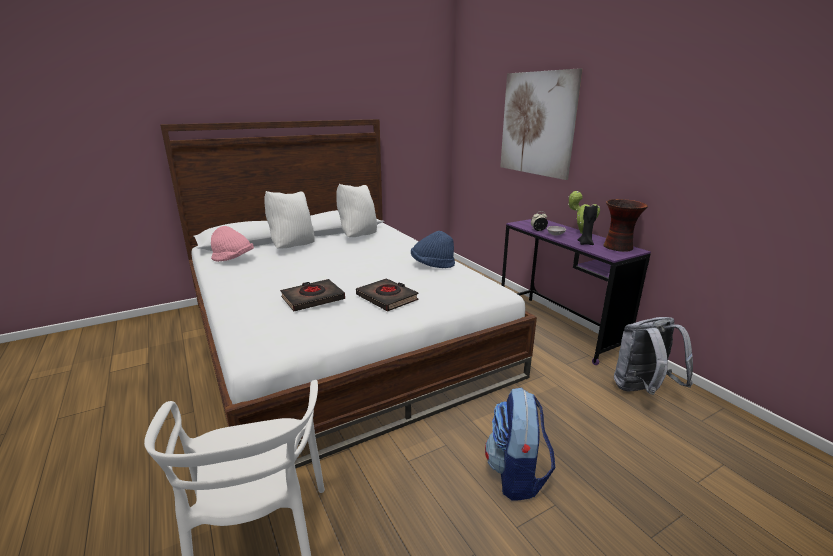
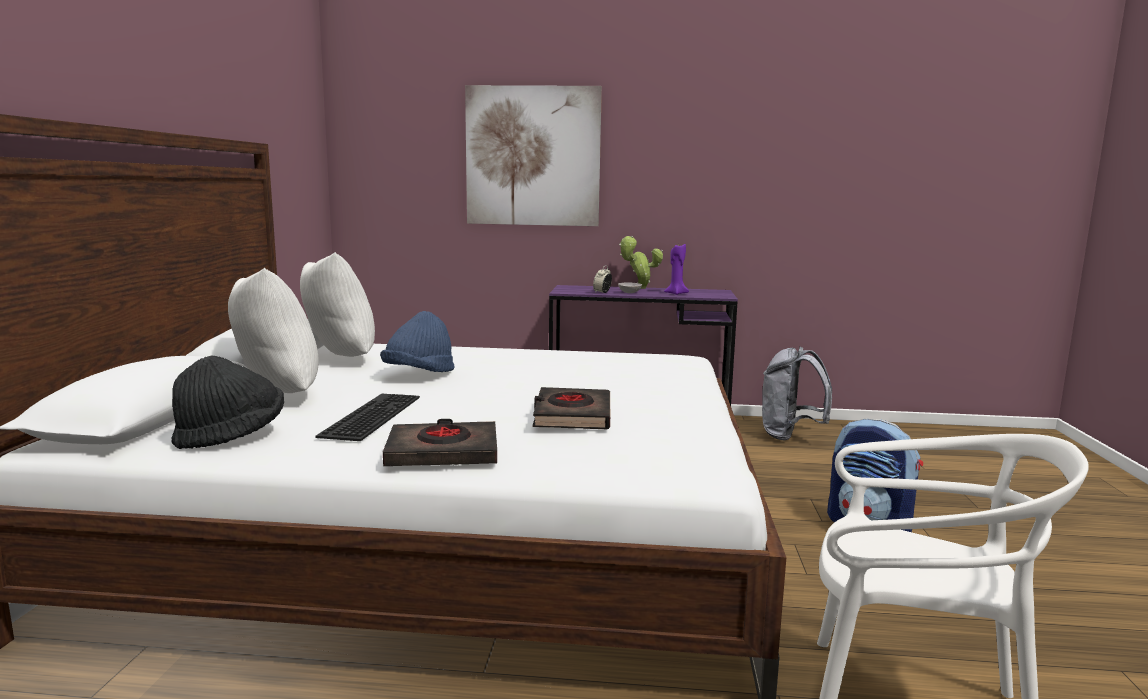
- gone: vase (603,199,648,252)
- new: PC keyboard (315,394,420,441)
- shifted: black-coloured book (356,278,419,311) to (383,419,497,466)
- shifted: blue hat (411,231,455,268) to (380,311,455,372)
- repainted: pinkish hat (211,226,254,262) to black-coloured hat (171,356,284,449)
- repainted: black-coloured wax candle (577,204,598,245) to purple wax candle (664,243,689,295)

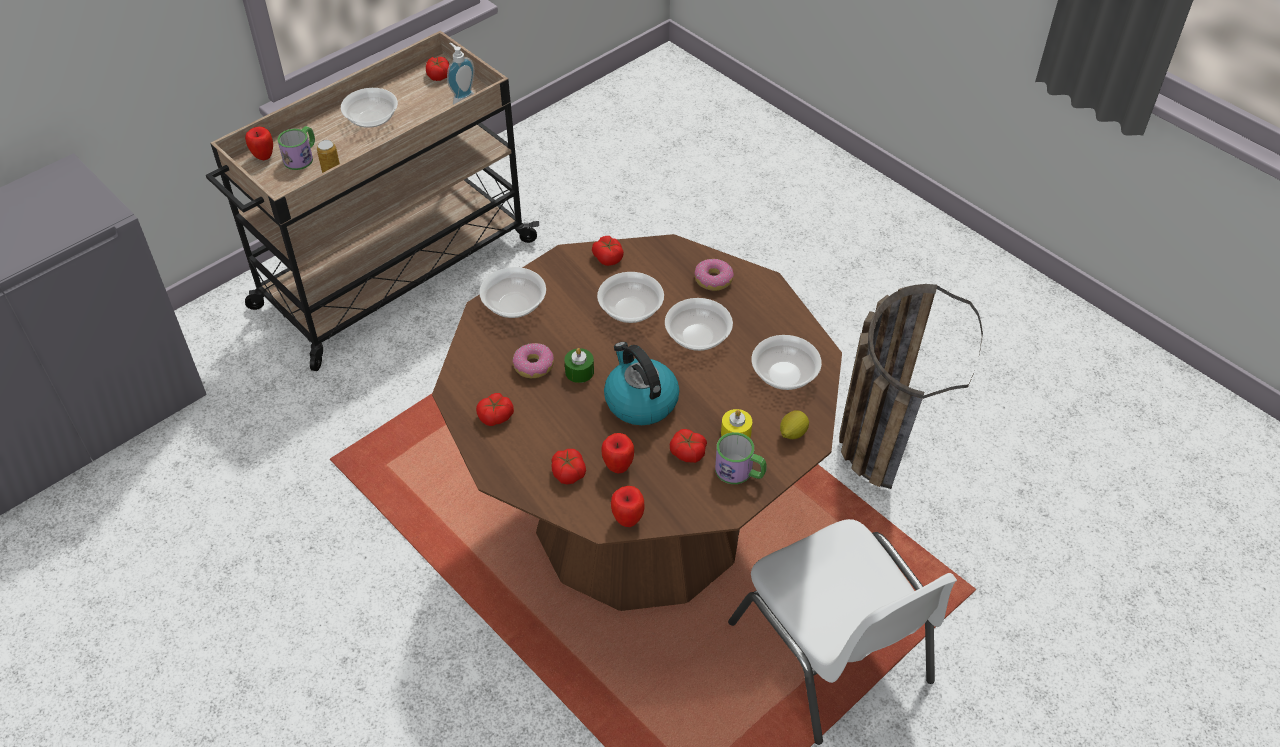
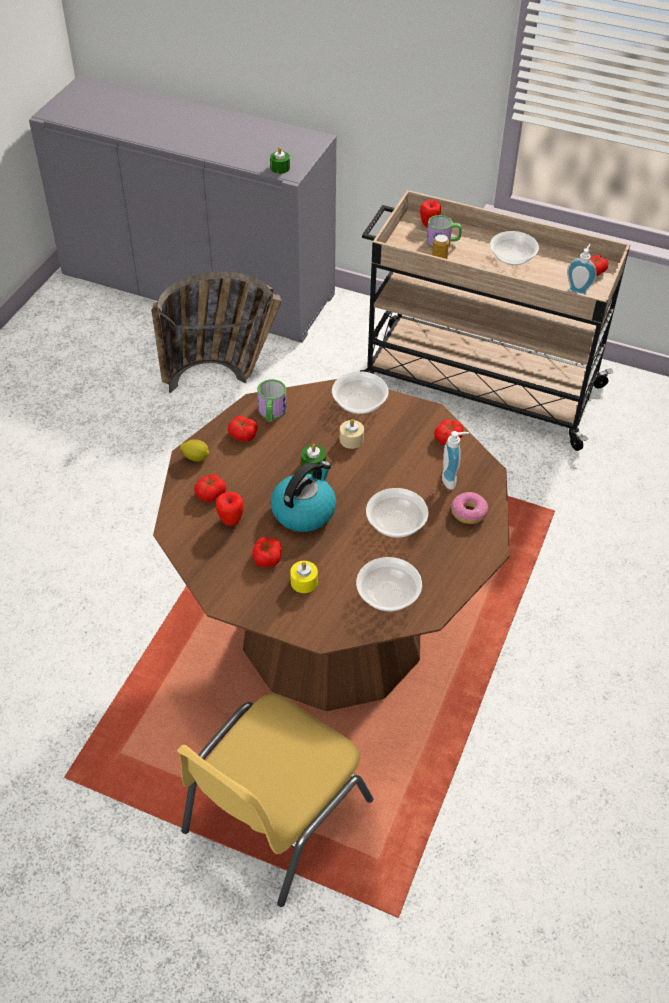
- gone: doughnut (513,343,554,378)
- gone: bowl (597,272,664,323)
- gone: apple (611,486,644,527)
- new: greenish wax candle (270,147,290,174)
- new: beige wax candle (340,419,364,449)
- new: liquid soap bottle (442,431,469,490)
- shifted: tea mug (715,432,767,484) to (257,379,287,422)
- shifted: lemon (780,410,809,439) to (180,439,209,461)
- shifted: household basket (839,284,983,489) to (151,272,282,393)
- repainted: white upright chair (728,519,957,745) to yellowish upright chair (177,693,373,907)

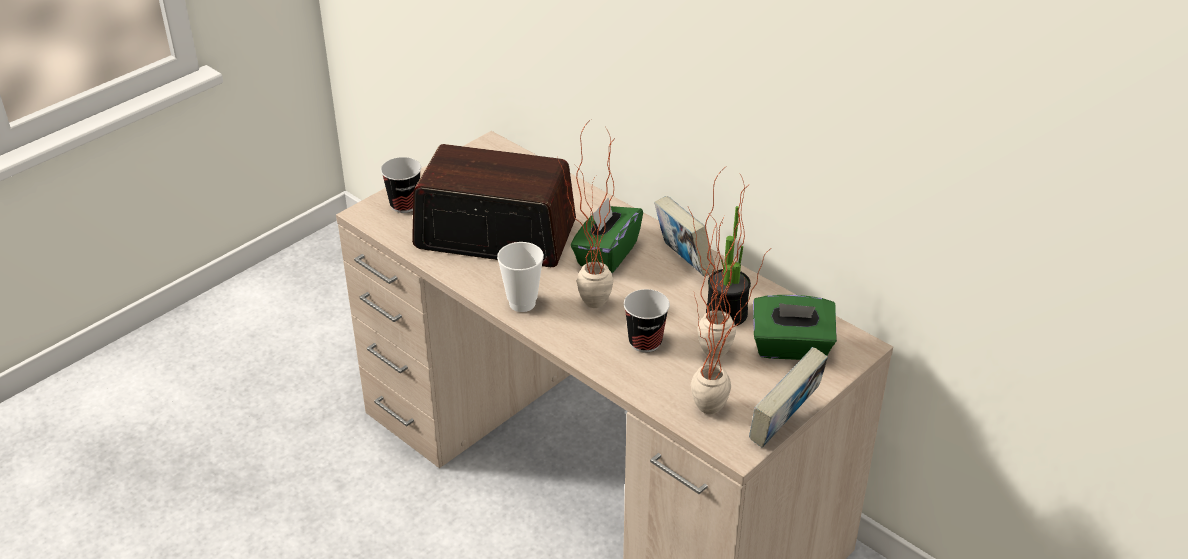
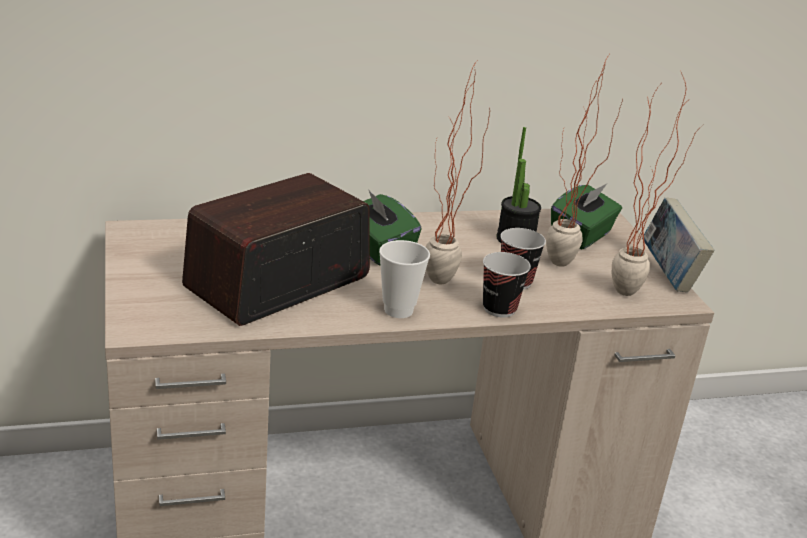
- gone: book (654,196,715,277)
- shifted: drinking cup (381,157,421,213) to (483,252,531,317)

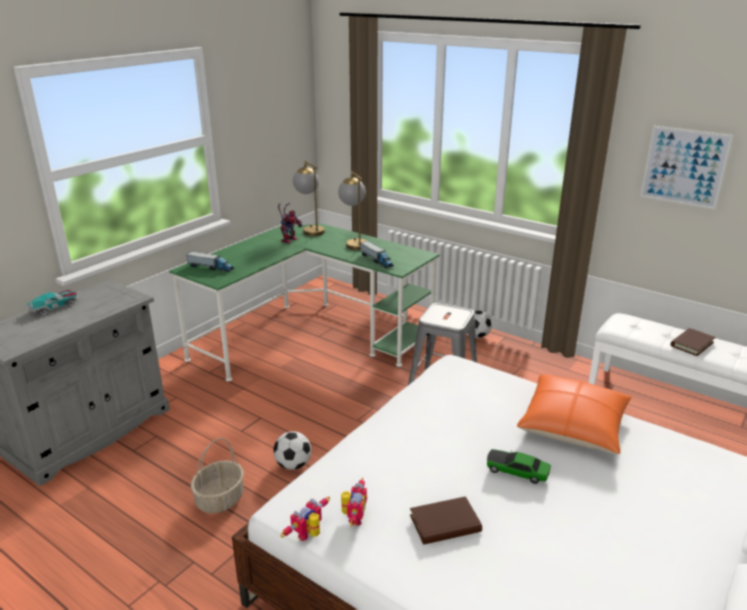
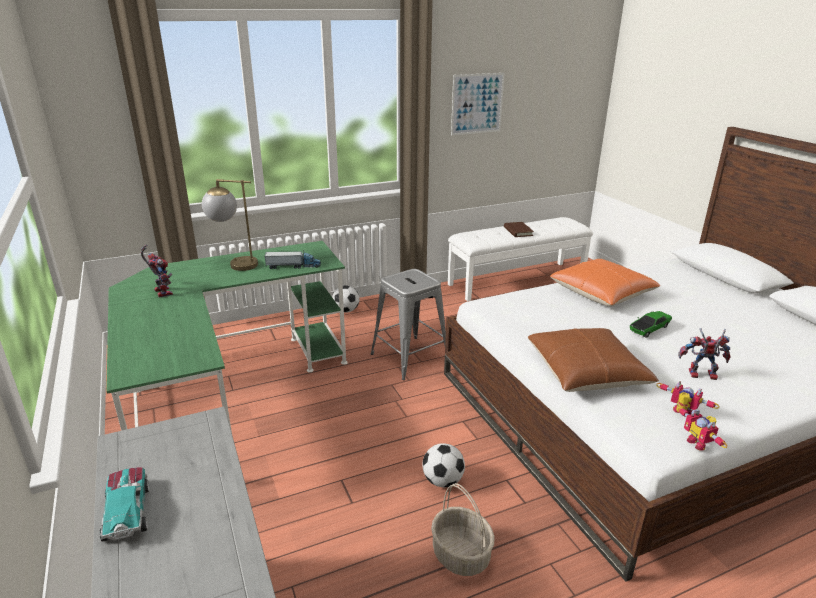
- gone: model truck (186,251,234,272)
- gone: lamp for a table (293,161,325,236)
- new: brown-coloured pillow (528,328,659,392)
- swapped: brown-coloured book (410,496,482,545) to robot figure (678,328,730,380)

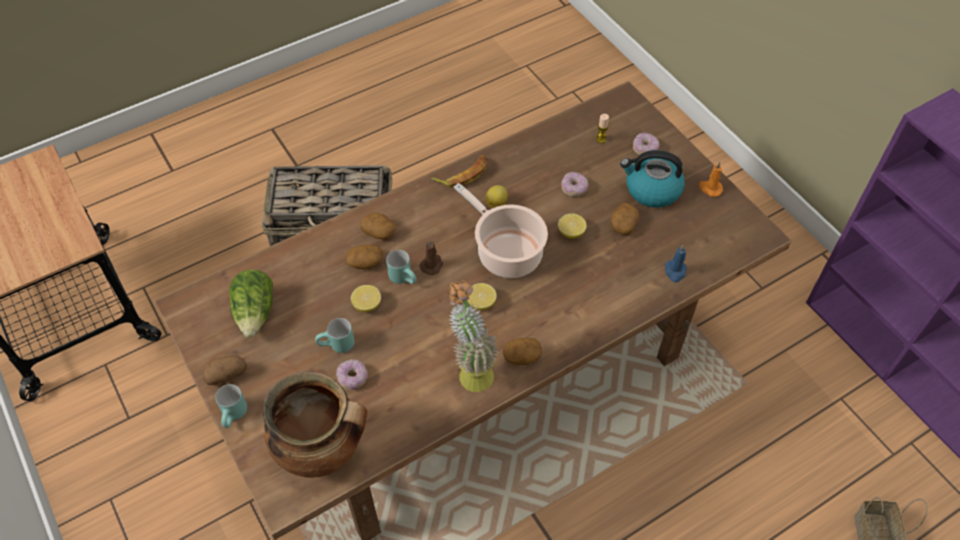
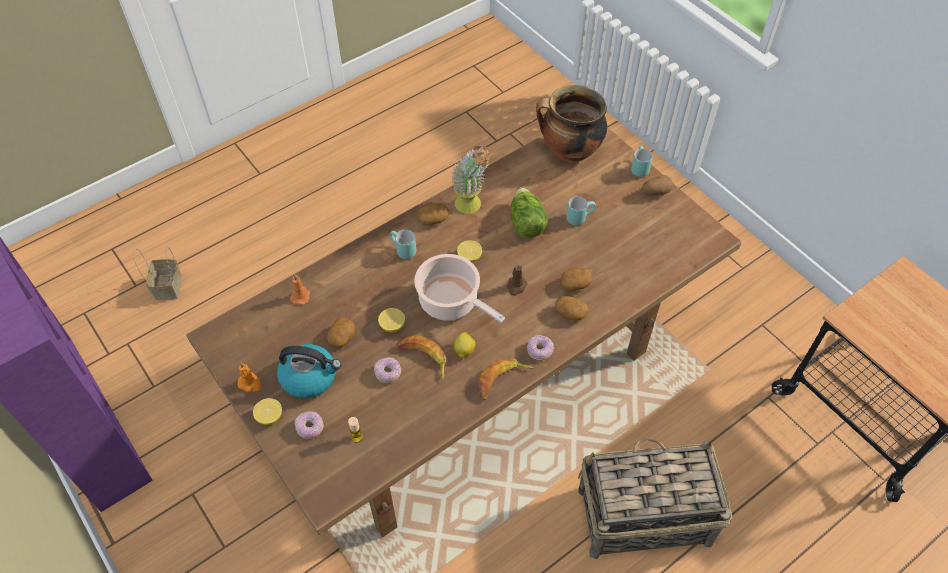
- new: banana fruit (395,336,446,379)
- shifted: lettuce (229,270,273,338) to (511,187,547,238)
- shifted: doughnut (336,359,368,390) to (527,335,554,360)
- shifted: lemon (351,285,381,312) to (253,398,282,425)
- shifted: blue-green tea mug (386,250,417,284) to (390,230,416,259)
- repainted: blue wax candle (665,245,687,283) to orangey wax candle (290,274,310,305)

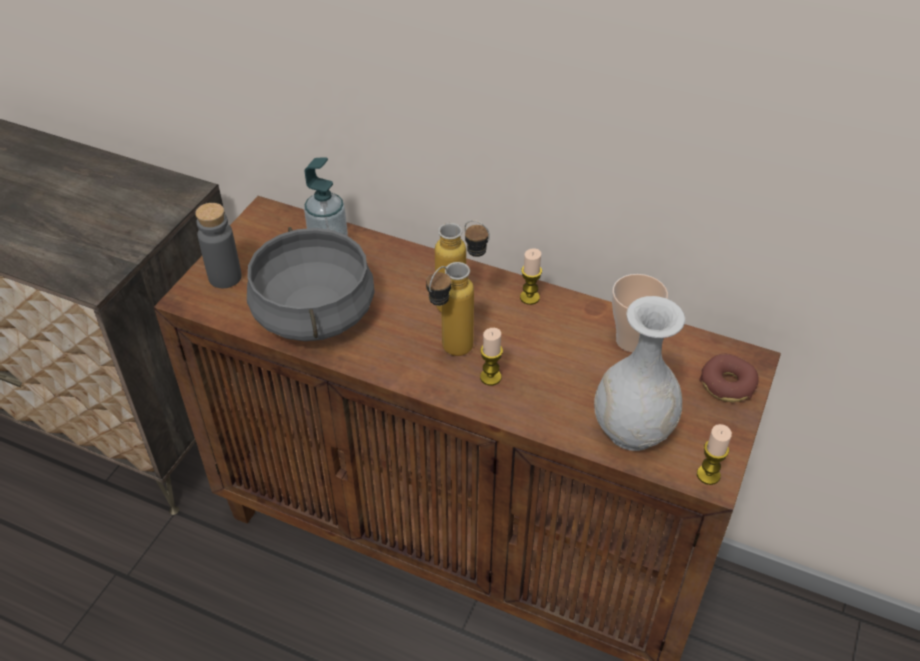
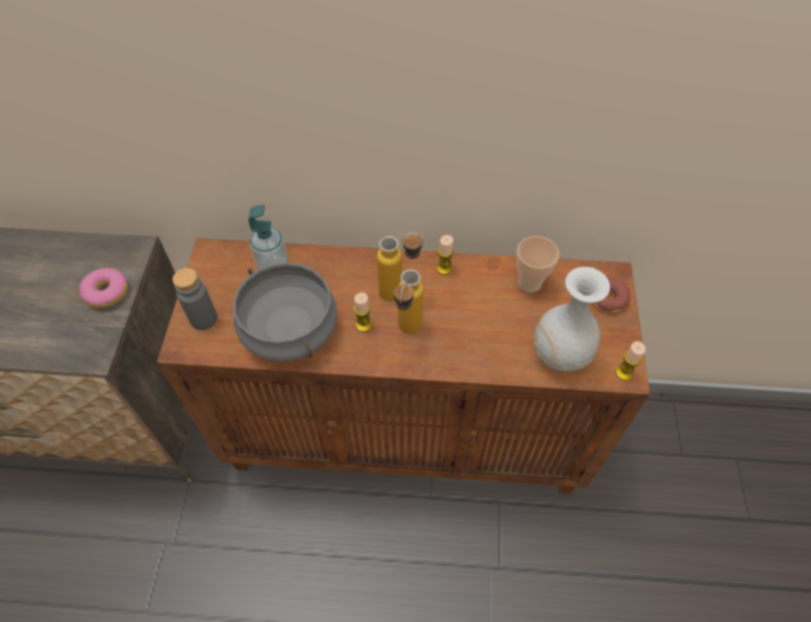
- new: doughnut (79,268,128,308)
- shifted: wax candle (480,328,503,386) to (354,293,372,332)

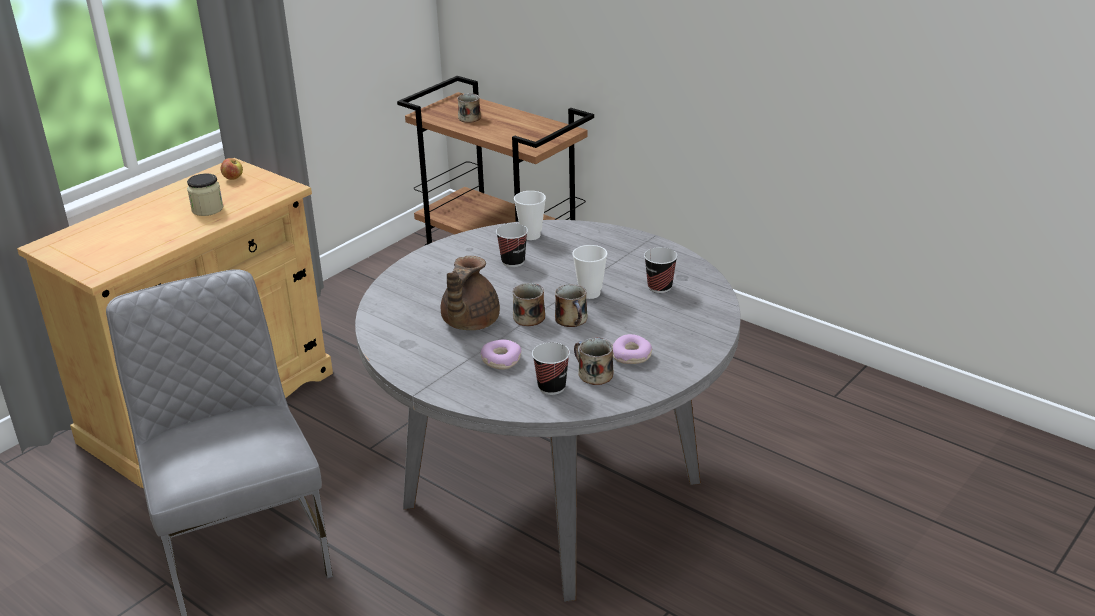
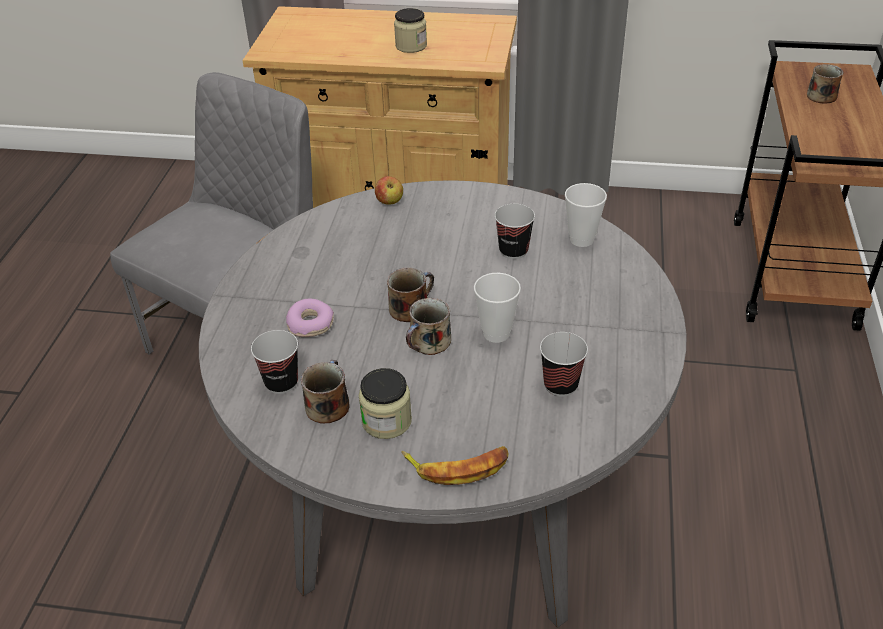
- gone: brown-coloured tea pot (441,256,500,330)
- new: banana fruit (401,446,508,485)
- shifted: apple (220,158,243,180) to (375,176,403,205)
- swapped: doughnut (613,334,652,364) to jar (359,368,412,439)

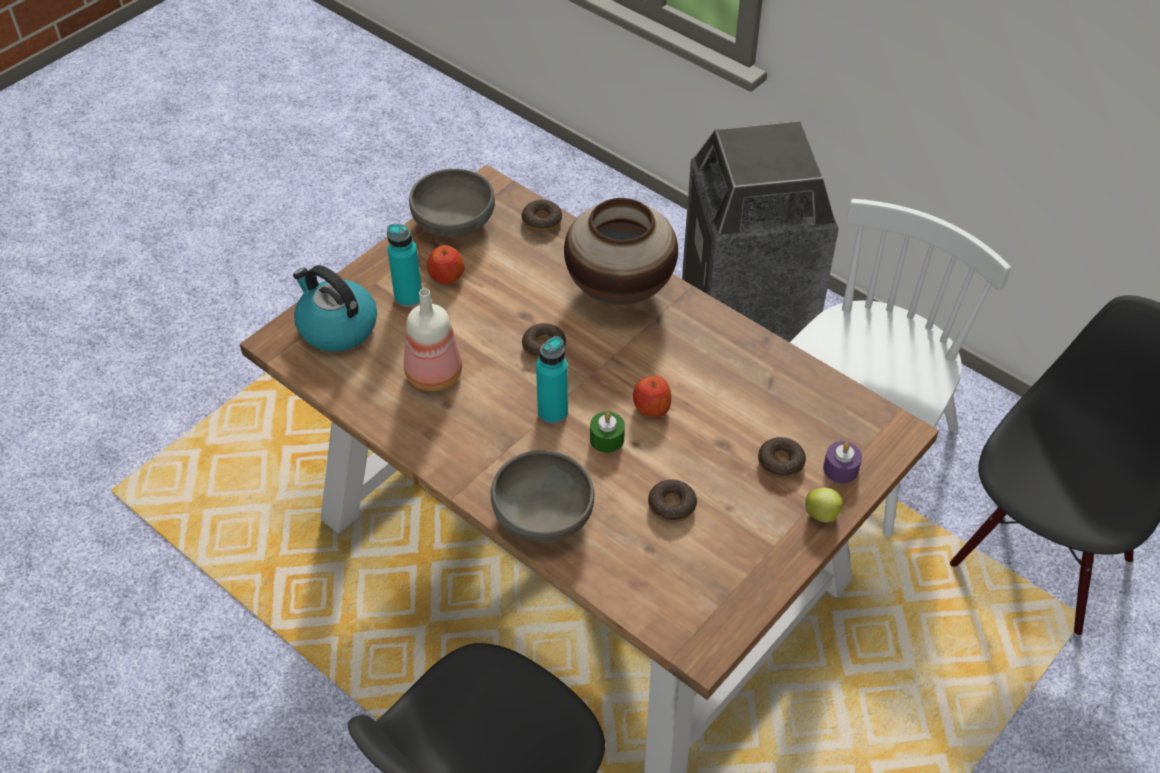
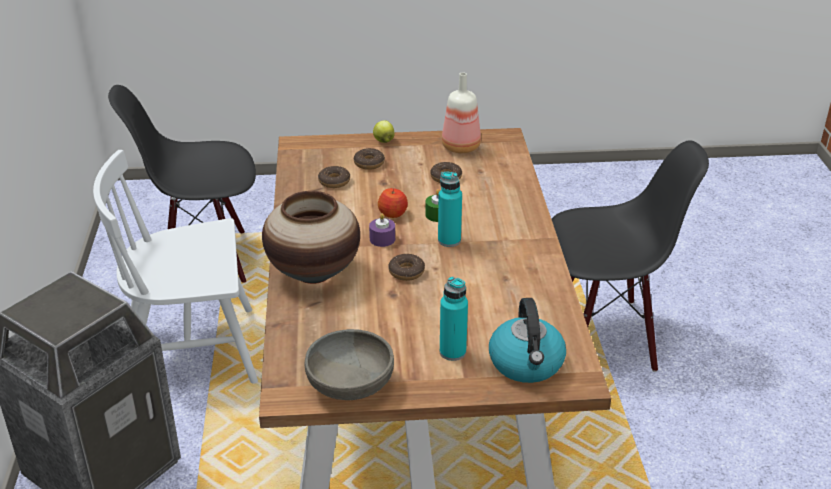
- gone: apple (427,245,465,284)
- gone: grey bowl (491,450,594,543)
- shifted: bottle (404,288,462,391) to (442,72,481,153)
- shifted: doughnut (522,200,562,232) to (318,166,350,188)
- shifted: purple wax candle (823,441,862,483) to (369,213,395,247)

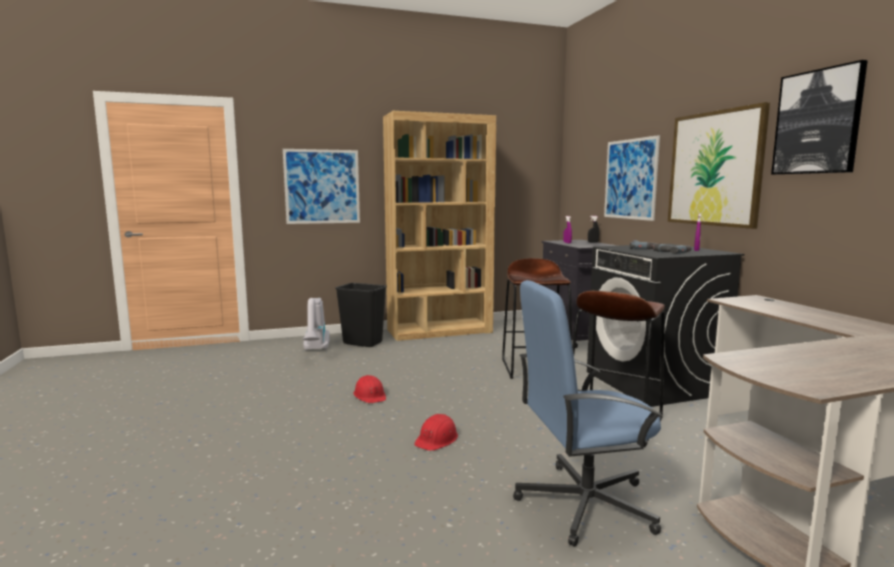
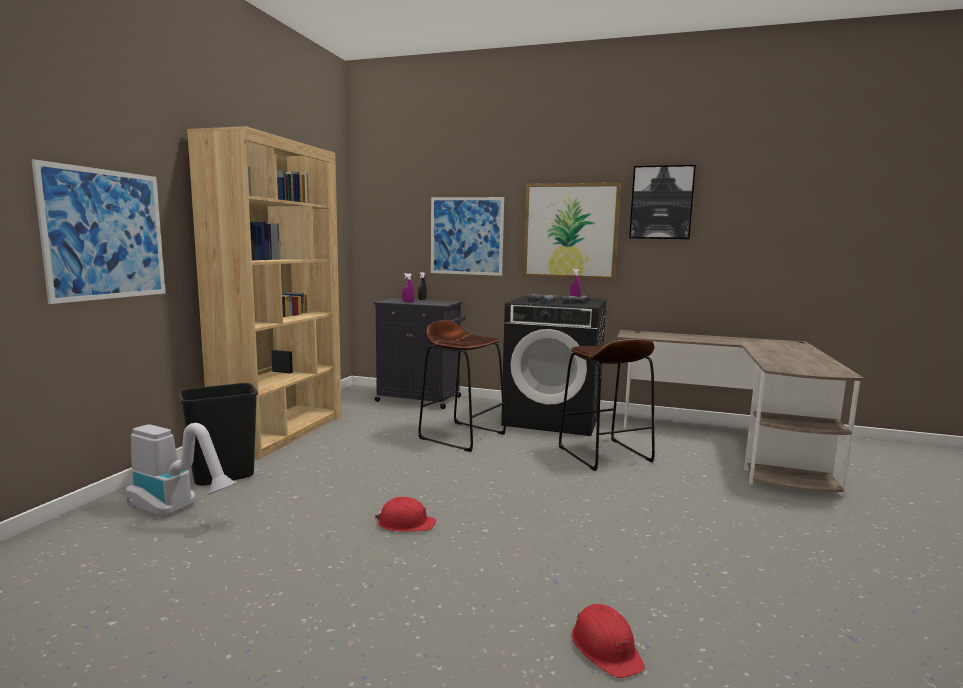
- gone: blue computer chair (513,280,663,547)
- shifted: red work helmet (414,414,458,451) to (571,604,645,678)

